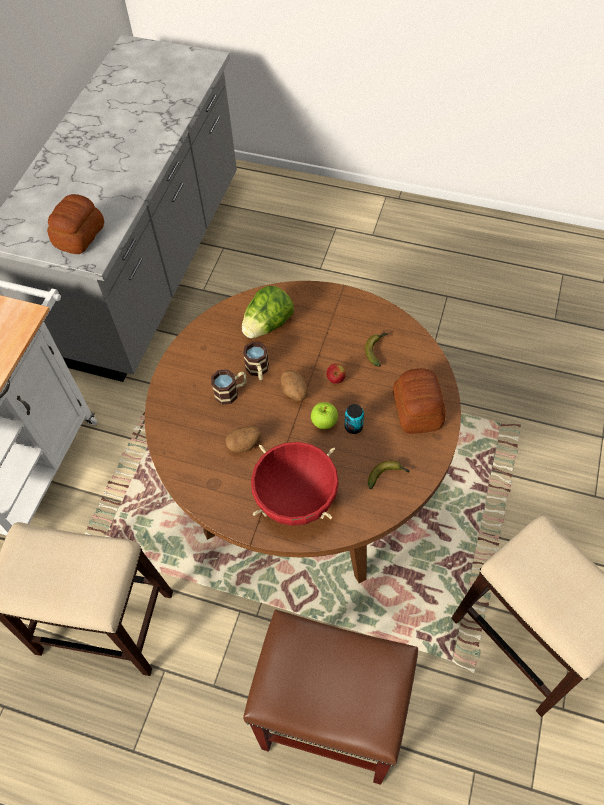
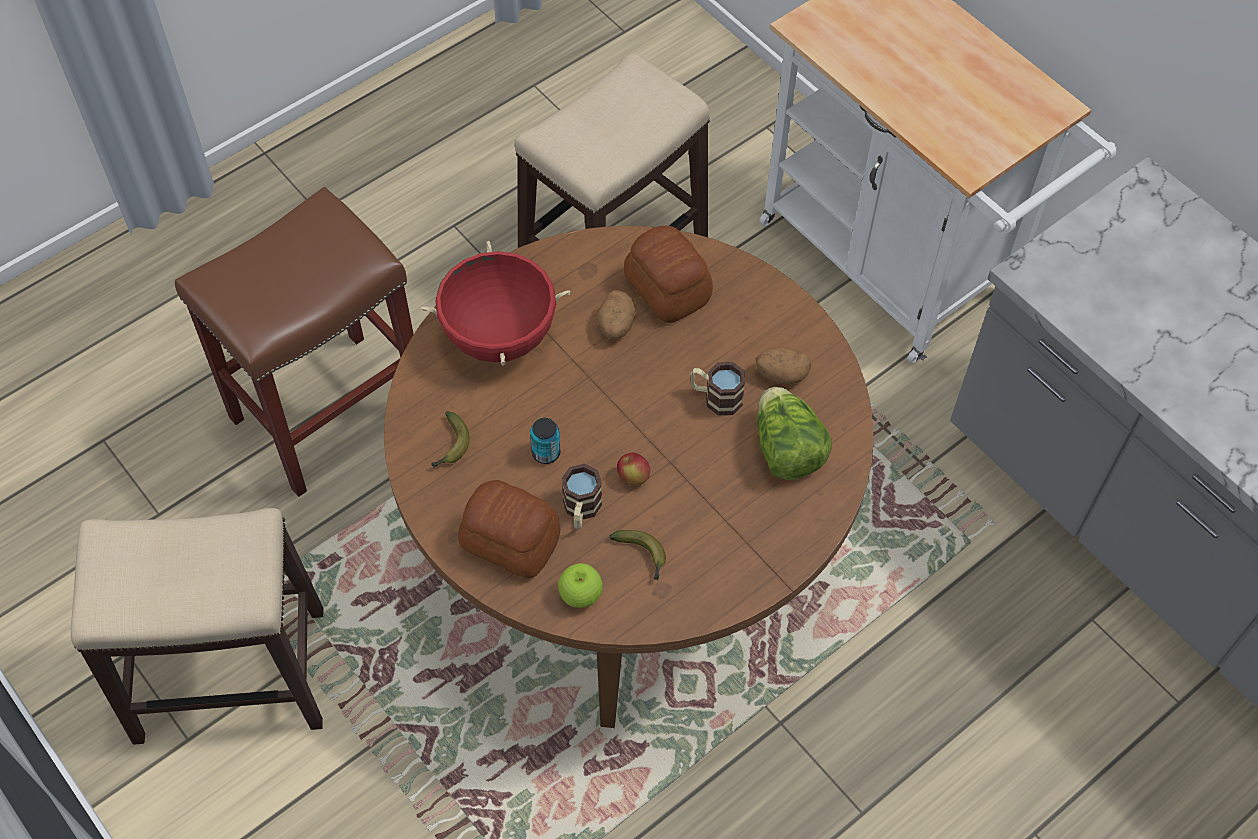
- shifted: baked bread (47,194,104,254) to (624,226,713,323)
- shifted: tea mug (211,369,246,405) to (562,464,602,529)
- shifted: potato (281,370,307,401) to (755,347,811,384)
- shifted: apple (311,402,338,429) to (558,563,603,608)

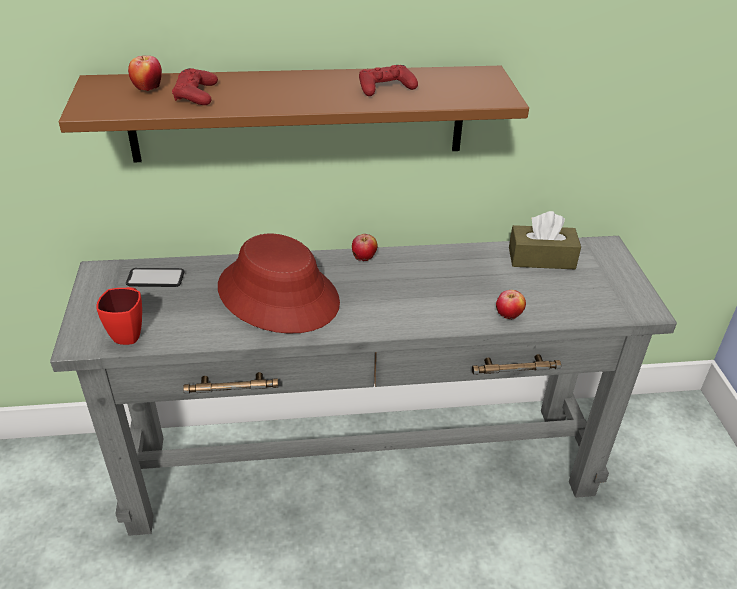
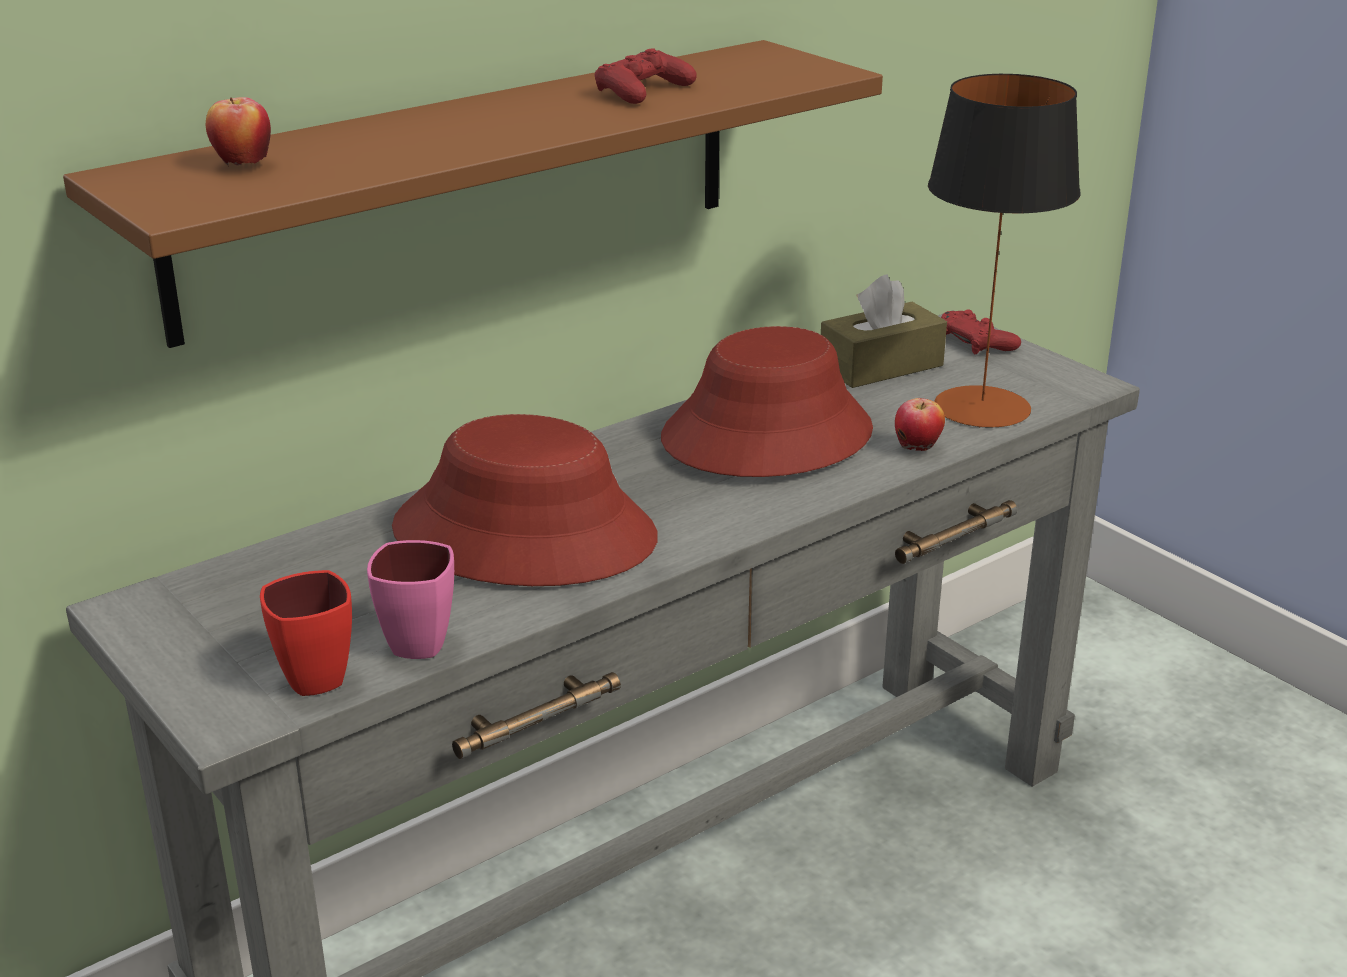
- gone: phone (126,268,185,287)
- gone: apple (352,234,378,261)
- new: pinkish tea mug (367,540,454,659)
- new: red hat (661,326,873,477)
- new: lamp for a table (928,74,1081,428)
- shifted: red game controller (172,68,218,105) to (941,309,1021,354)

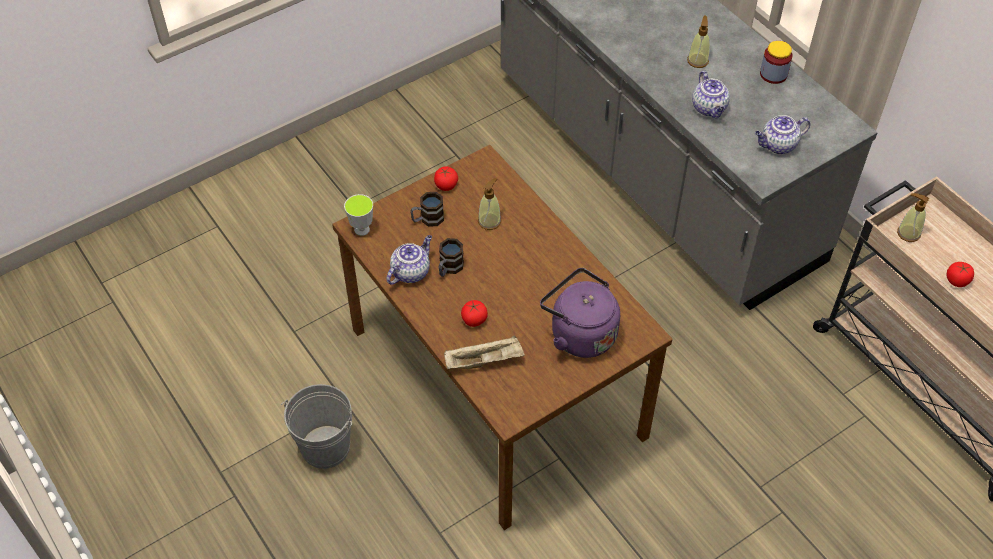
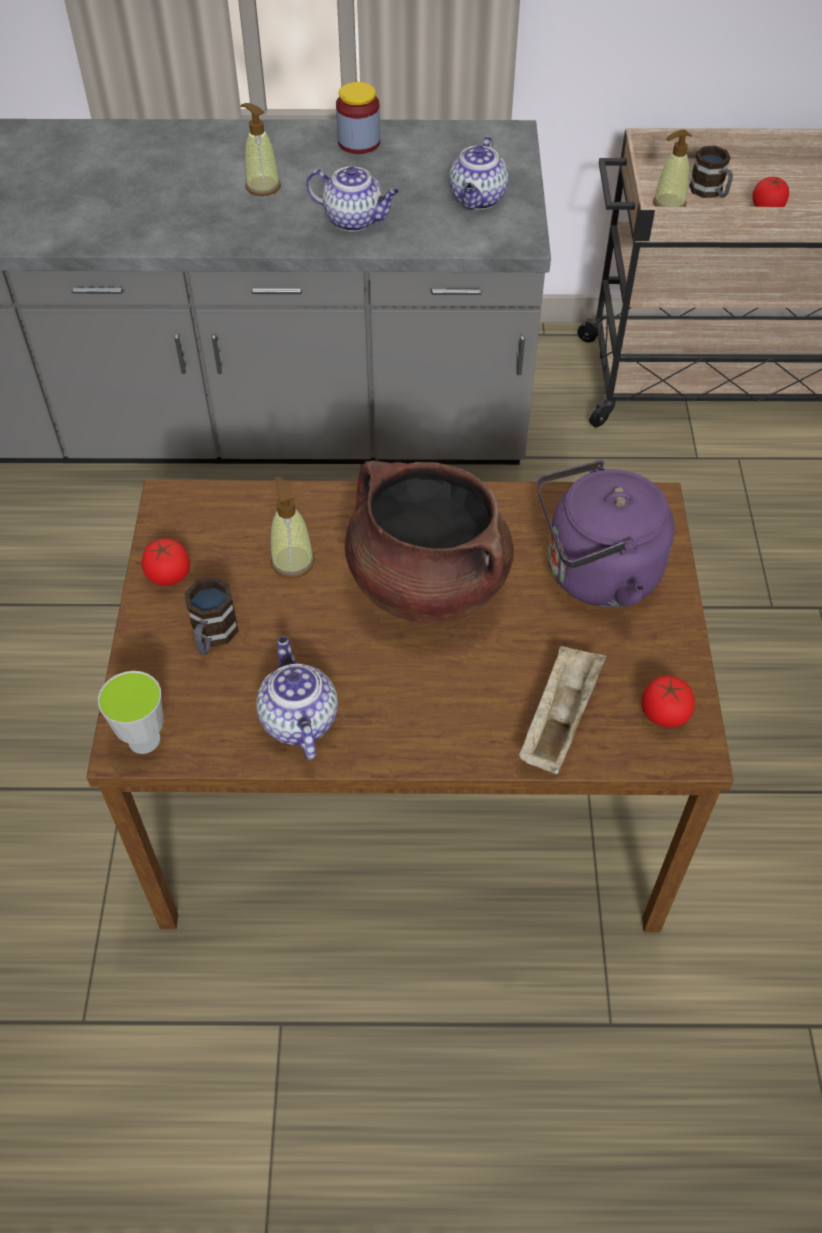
- gone: grey water bucket (281,384,352,469)
- new: brown-coloured cooking pot (345,460,514,623)
- shifted: tea mug (439,238,464,277) to (689,146,733,198)
- shifted: tomato (461,300,488,327) to (642,675,695,727)

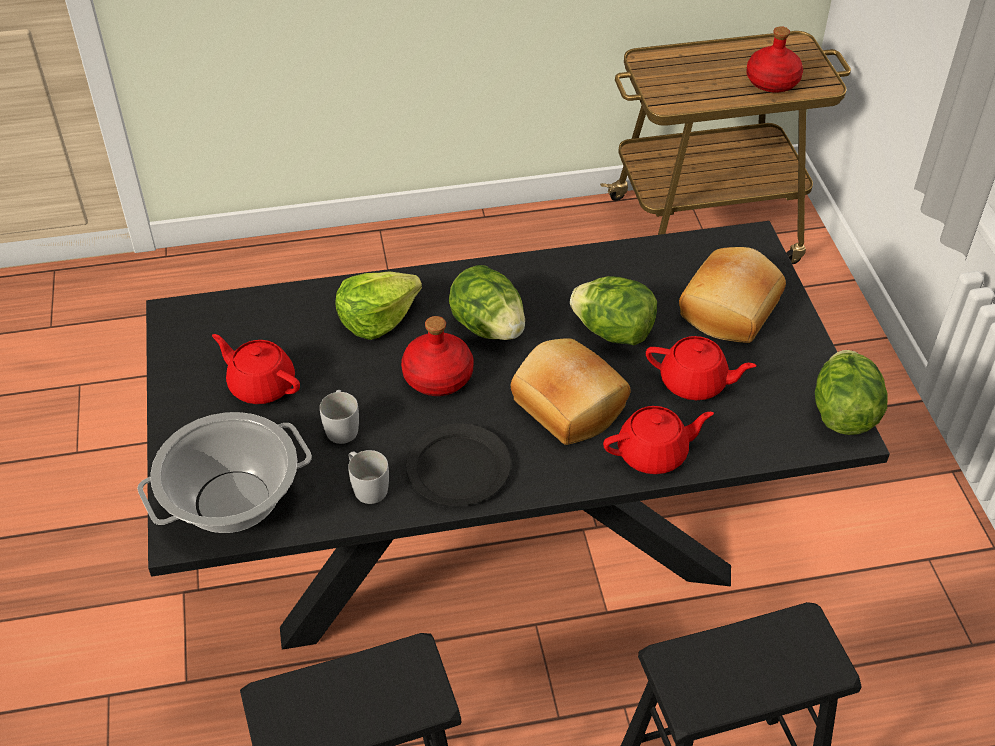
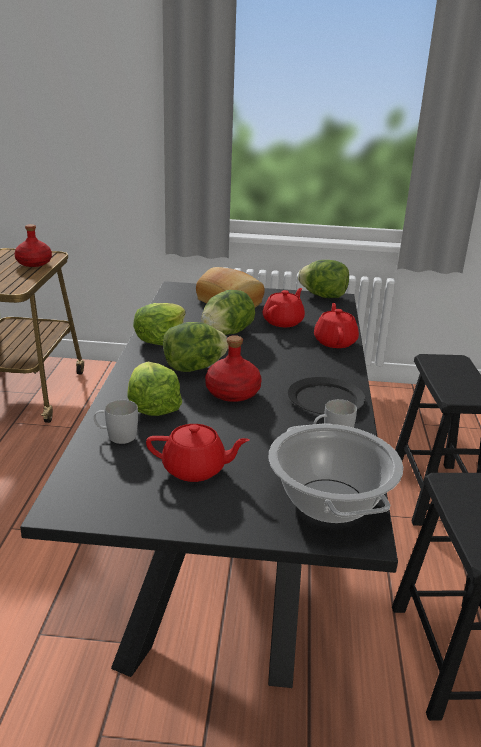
- gone: baked bread (511,338,630,445)
- new: lettuce (133,303,186,345)
- shifted: white tea mug (320,390,359,444) to (94,400,138,444)
- rotated: red tea pot (212,334,300,404) = (146,424,249,482) 135 degrees counterclockwise

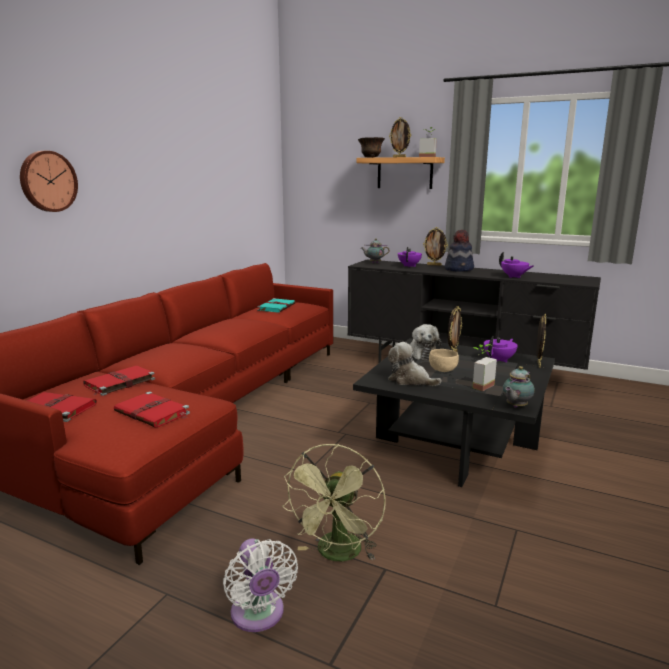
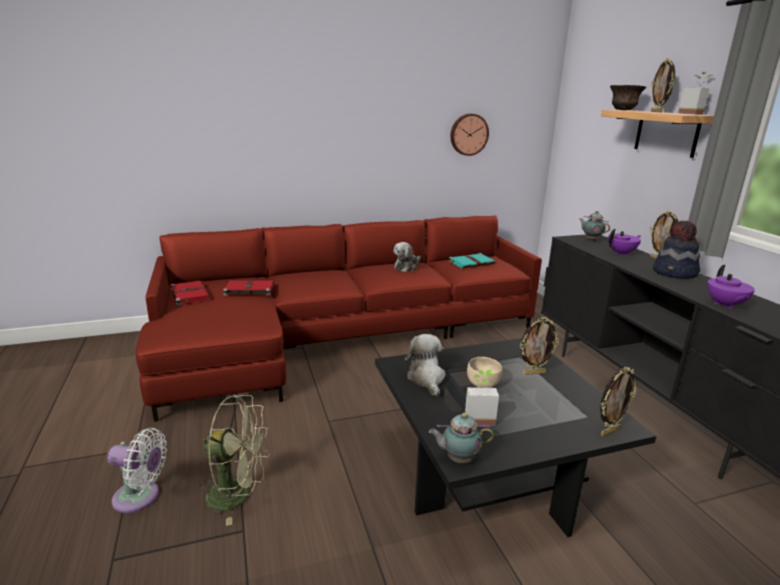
- gone: red book (113,392,190,427)
- gone: purple tea pot (484,336,518,362)
- shifted: clock on the wall (20,151,78,212) to (451,114,489,156)
- shifted: soft toy (410,324,441,360) to (393,242,421,272)
- rotated: white electric fan (223,538,298,632) = (107,428,167,513) 105 degrees counterclockwise
- rotated: greenish electric fan (282,444,386,562) = (200,395,270,526) 150 degrees counterclockwise

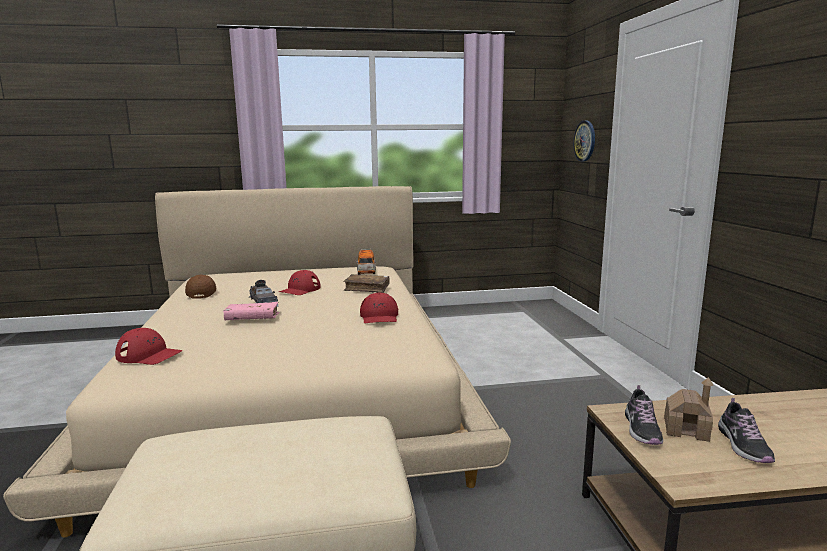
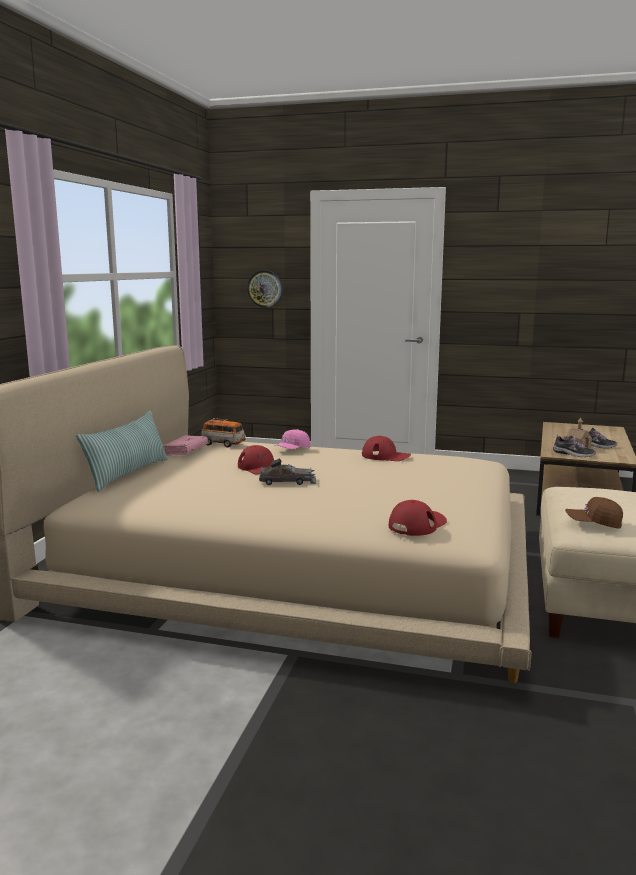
- new: pillow (76,411,168,492)
- shifted: brown-coloured cap (185,274,216,299) to (565,497,623,528)
- shifted: pinkish book (223,302,279,320) to (163,435,208,456)
- swapped: brown-coloured book (343,274,390,293) to pinkish cap (274,429,310,449)

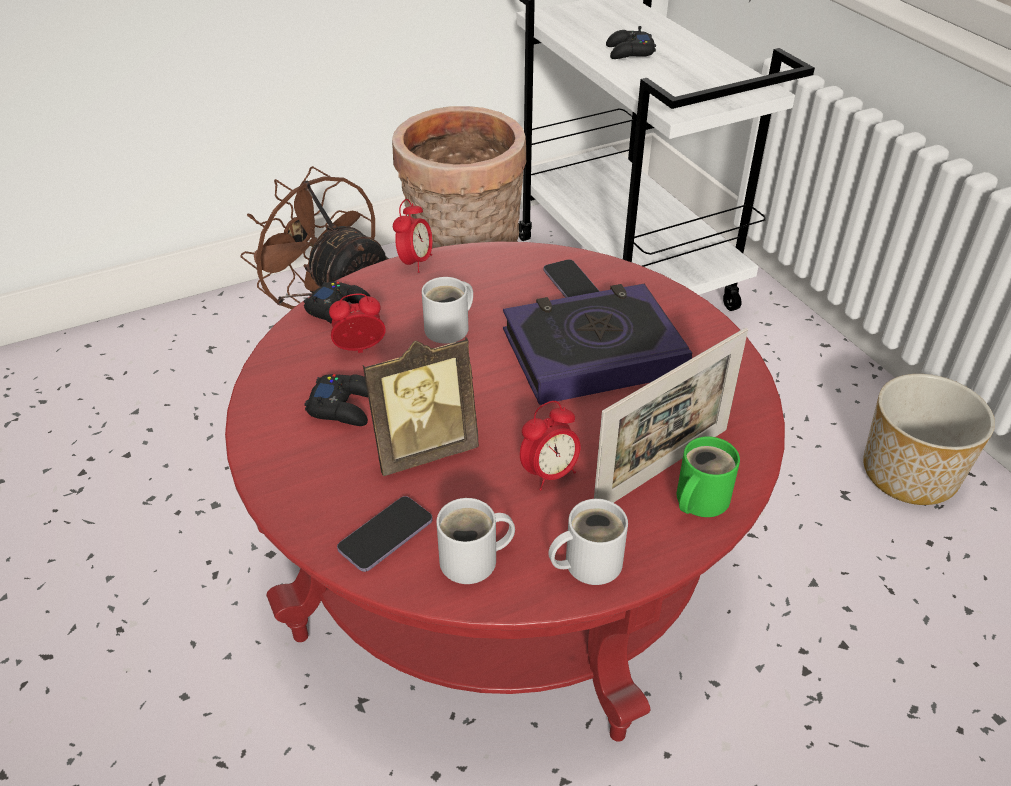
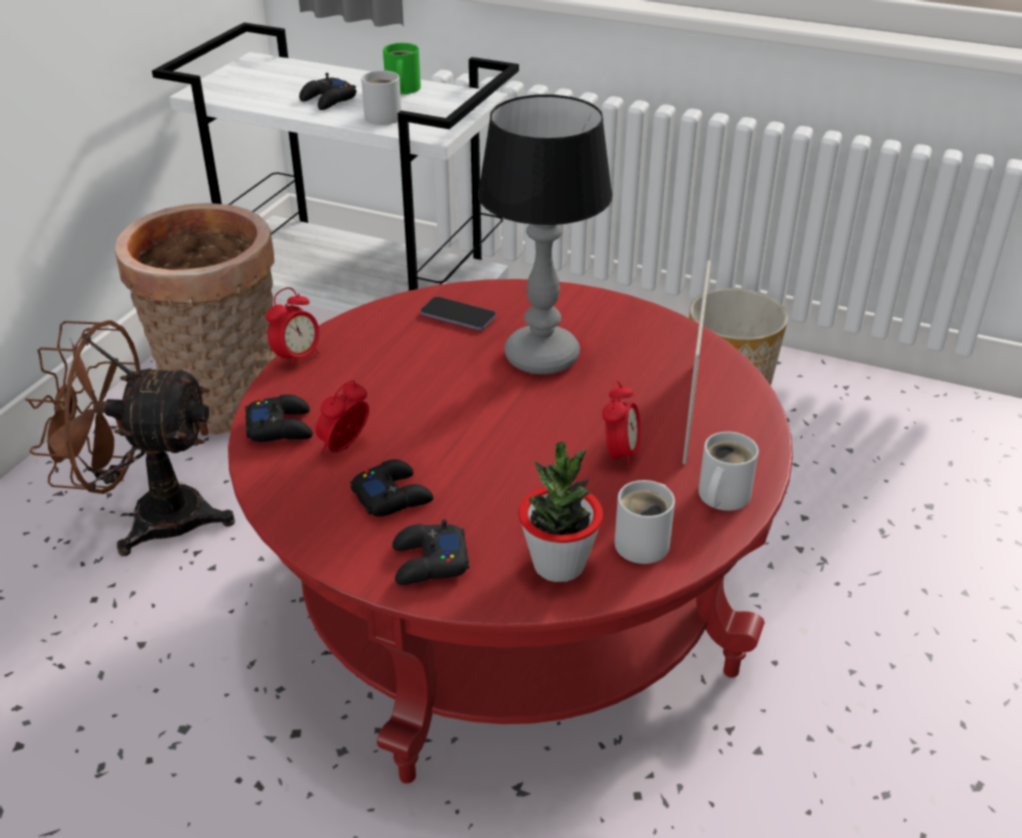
- gone: photo frame (363,337,479,476)
- new: black-coloured game controller (392,519,469,585)
- shifted: white tea mug (422,277,473,344) to (361,70,401,125)
- shifted: greenish tea mug (677,436,740,517) to (383,43,421,94)
- swapped: phone (337,496,433,572) to houseplant (518,442,603,582)
- swapped: book (503,284,692,405) to lamp for a table (478,94,613,375)
- rotated: table clock (393,199,432,273) = (266,287,320,369) 60 degrees clockwise

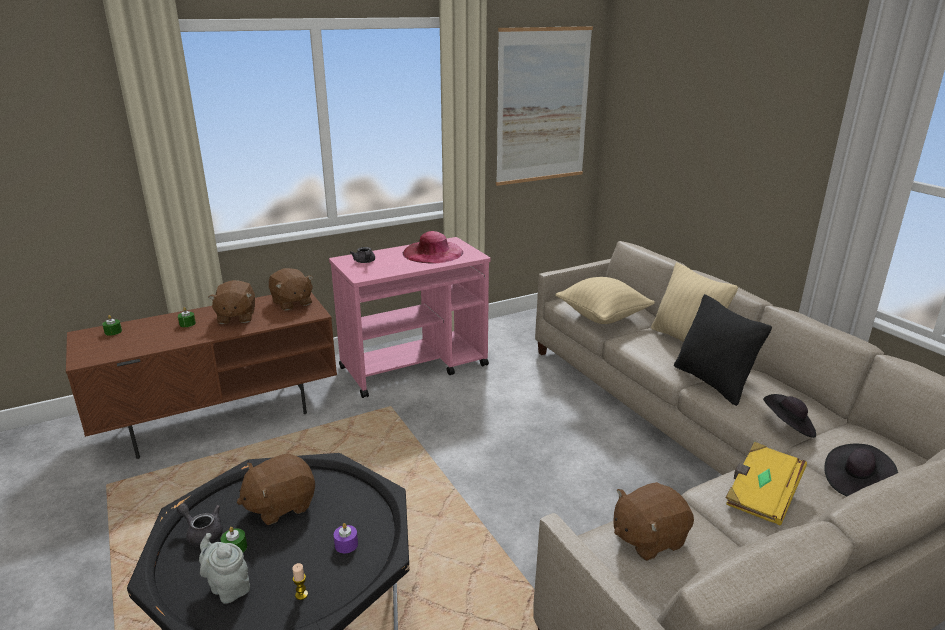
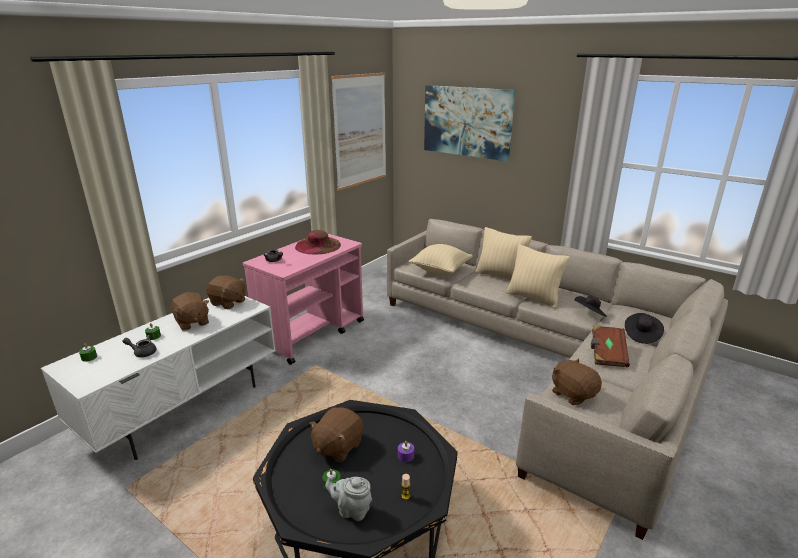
- new: wall picture (424,85,515,161)
- shifted: grey tea pot (177,503,223,547) to (122,335,157,357)
- repainted: brown-coloured tv unit (66,292,337,459) to white tv unit (41,296,276,460)
- repainted: pinkish hat (403,231,463,263) to brown-coloured hat (295,230,341,254)
- repainted: black-coloured pillow (674,294,772,406) to beige pillow (506,244,570,309)
- repainted: yellowish book (726,442,807,526) to brown-coloured book (591,325,630,367)
- rotated: brown-coloured soft toy (614,482,694,561) = (552,359,602,405) 105 degrees clockwise

